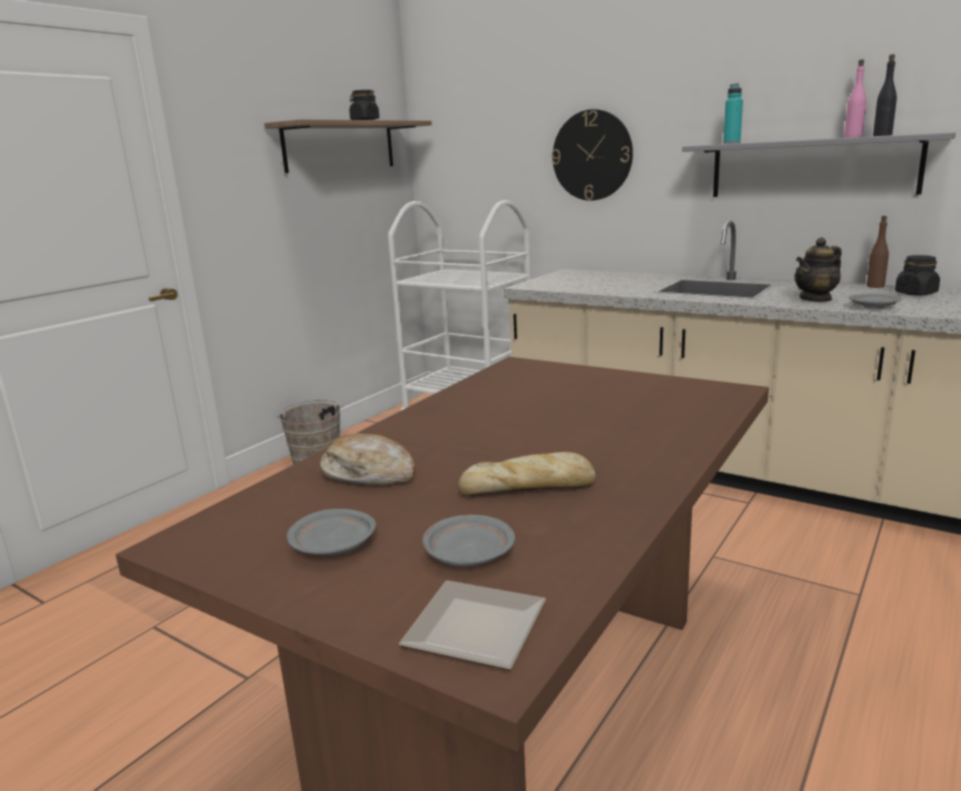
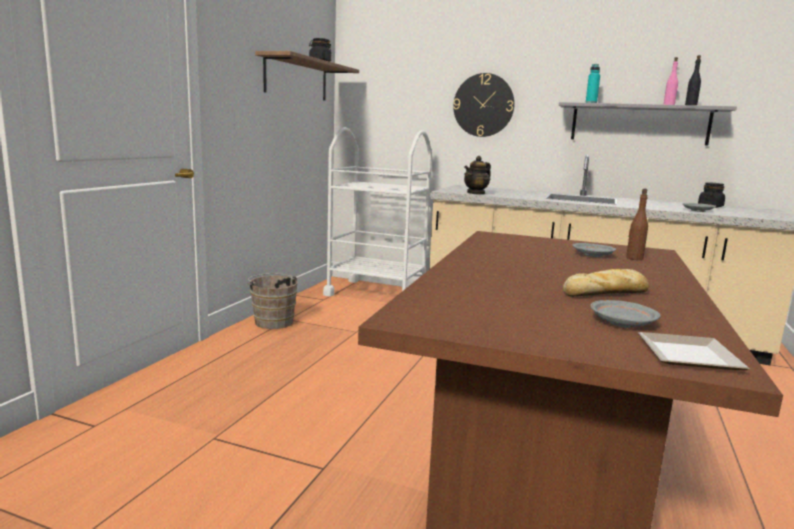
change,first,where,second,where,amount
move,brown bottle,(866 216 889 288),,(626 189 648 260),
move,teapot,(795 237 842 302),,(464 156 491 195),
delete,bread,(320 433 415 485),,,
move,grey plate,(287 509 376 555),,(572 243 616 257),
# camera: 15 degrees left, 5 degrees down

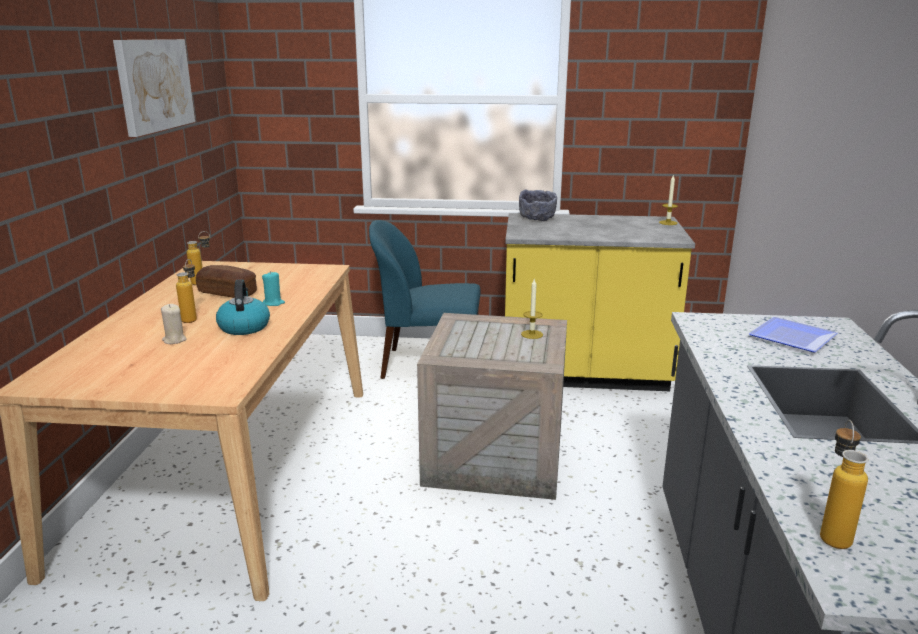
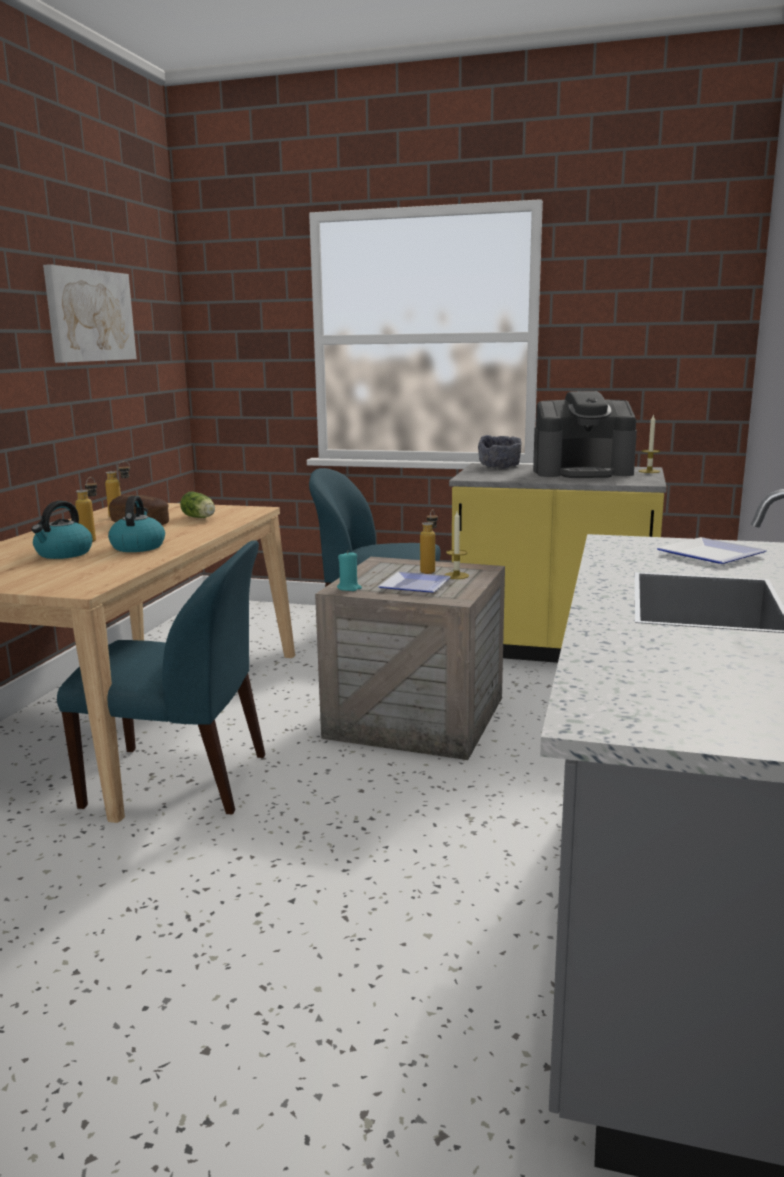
change,first,where,second,where,amount
move,turquoise candle,(262 271 285 306),,(337 552 362 591),
replace,beige candle,(161 304 187 344),kettle,(31 501 93 559),
move,bottle,(820 420 869 549),,(420 509 438 574),
insert,,,coffee machine,(533 391 637 478),
insert,,,lettuce,(180 491 215 518),
insert,,,blue chair,(57 540 265 814),
insert,,,plate,(378 572 451 593),
# camera: 10 degrees right, 5 degrees down

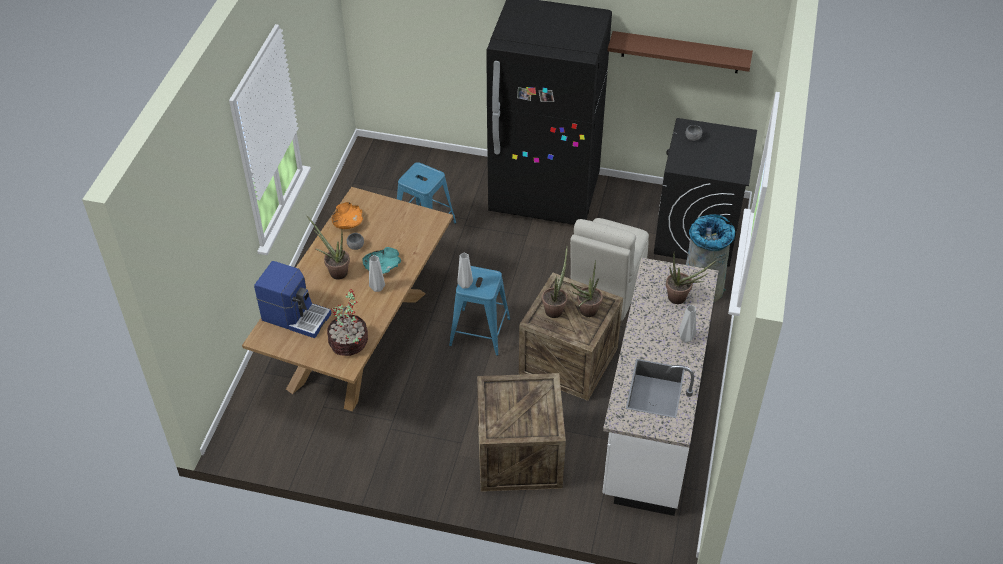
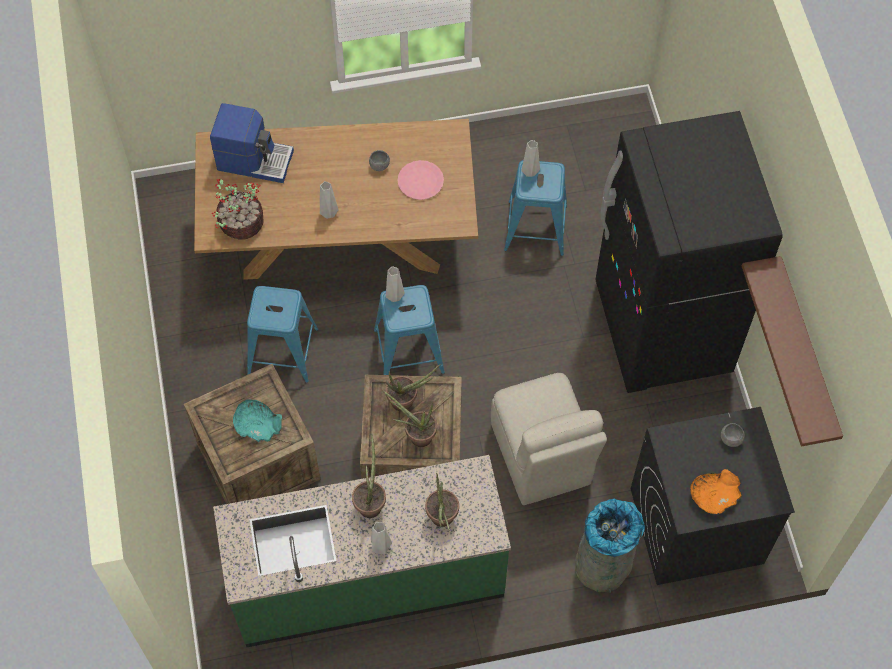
change,first,where,second,where,amount
move,orange bowl,(332 202 363 229),,(690 469 742 514),
move,potted plant,(306 215 350 280),,(352 434 386 518),
rotate,beige chair,(570 218 649 321),,(491 373 607 505),105 degrees counterclockwise
move,turquoise bowl,(362 247 401 274),,(233 399 282 442),
recolor,white counter,(602 258 718 516),green counter,(213 455 511 647),
rotate,coffee machine,(254 261 331 338),,(210 103 294 183),75 degrees counterclockwise
insert,,,grey vase,(522 140 540 177),
insert,,,pink plate,(397 160 444 200),
insert,,,blue stool,(247 286 318 383),
# camera: 65 degrees right, 15 degrees up

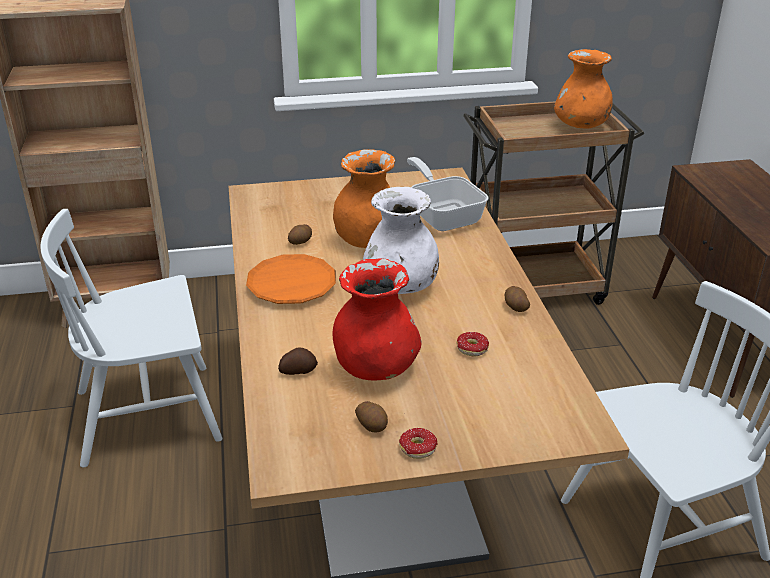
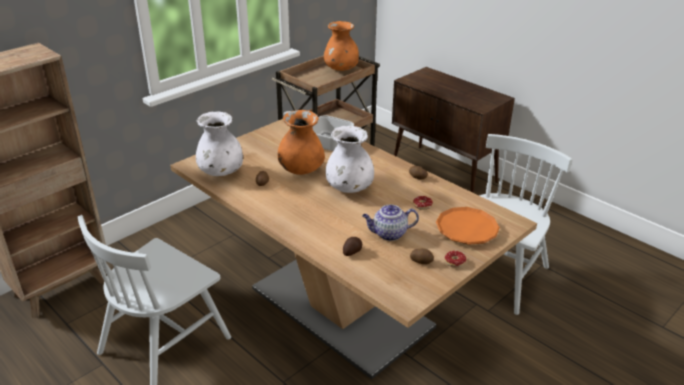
change,first,where,second,where,amount
move,orange plate,(246 254 336 304),,(436 207 500 245),
replace,red vase,(332 259 421 380),teapot,(362 205 419 241),
insert,,,white vase,(196 112 243 176),
# camera: 35 degrees left, 0 degrees up

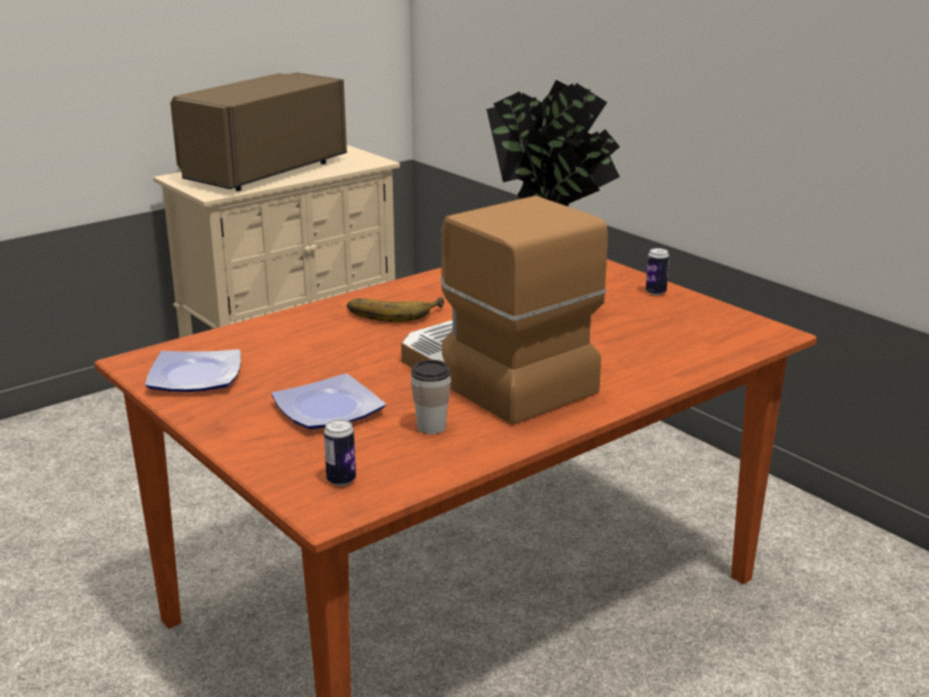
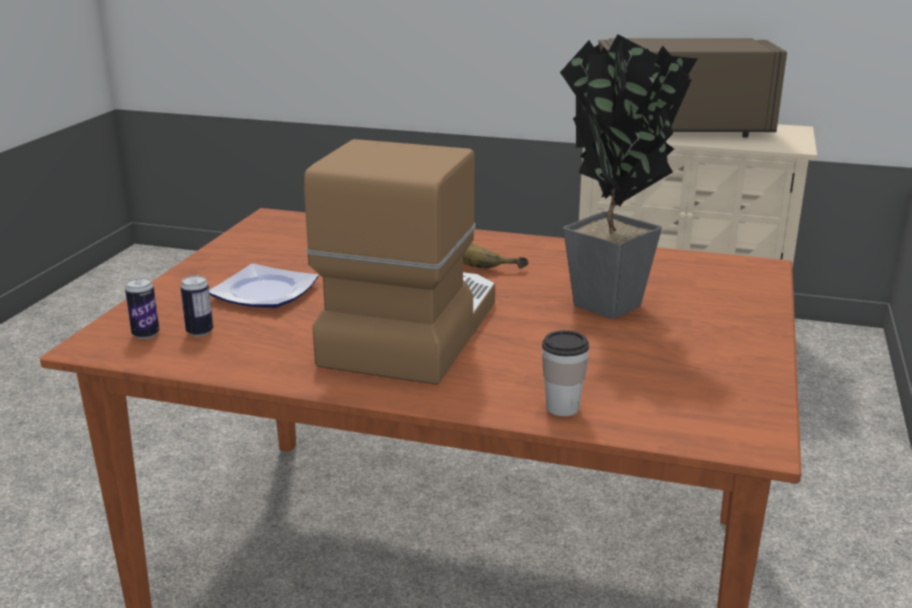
change,first,where,second,where,amount
move,can,(646 248 669 295),,(180 276 213 336),
delete,plate,(145 349 241 392),,,
move,cup,(411 360 451 434),,(542 330 589 416),
# camera: 55 degrees right, 0 degrees up

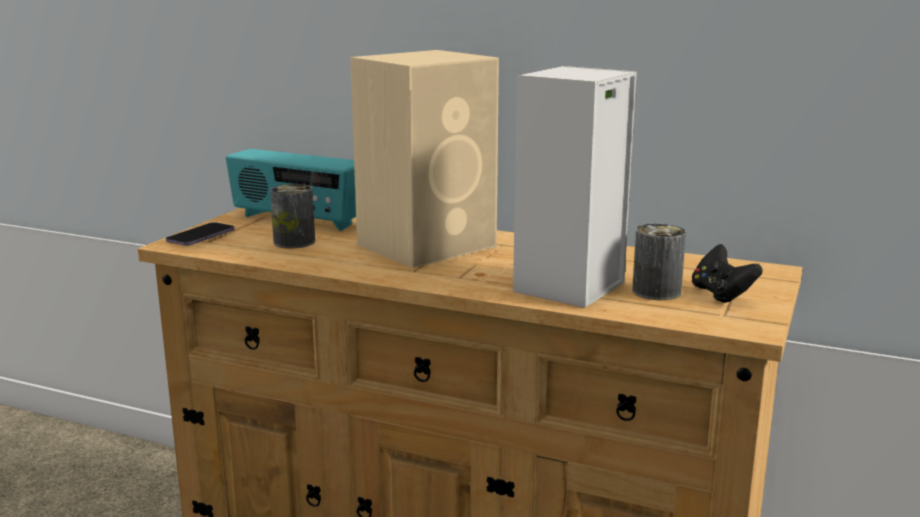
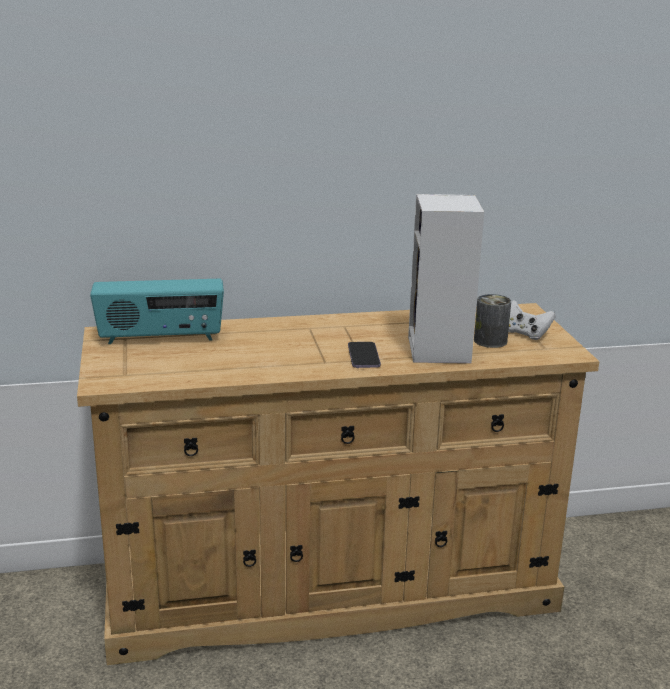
change,first,where,second,where,amount
delete,beige speaker,(350 50 499 268),,,
delete,can,(270 184 315 249),,,
move,phone,(166 222 234 246),,(348 342 381 368),
recolor,black game controller,(692 244 762 303),white game controller,(508 300 556 340),
# camera: 35 degrees left, 5 degrees up

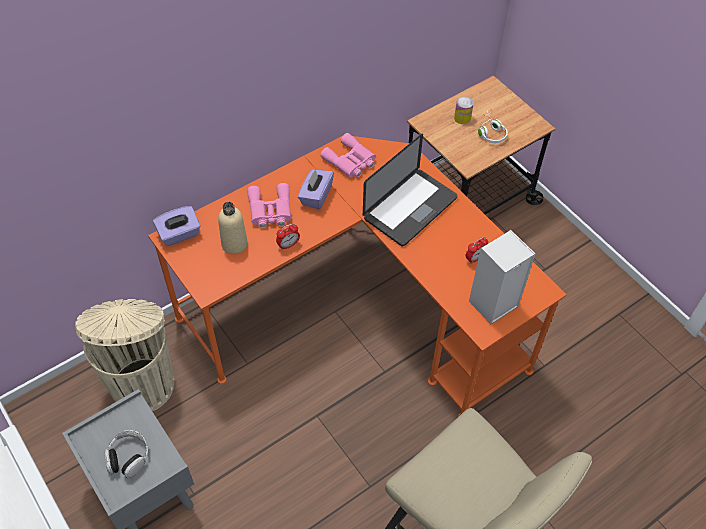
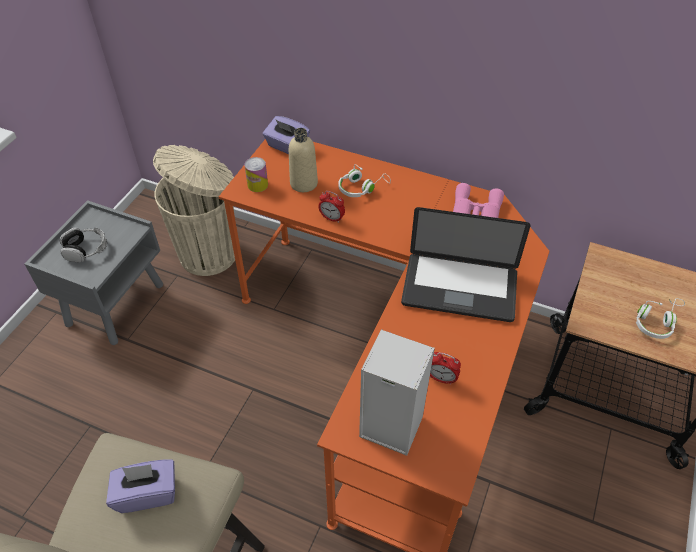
change,first,where,second,where,amount
move,can,(454 96 474 124),,(244 157 268 192),
move,purple tissue box,(298 169 334 209),,(106 459 175 513),
replace,pink binoculars,(247 183 291 228),white headphones,(338 164 391 197),
# camera: 60 degrees right, 5 degrees down

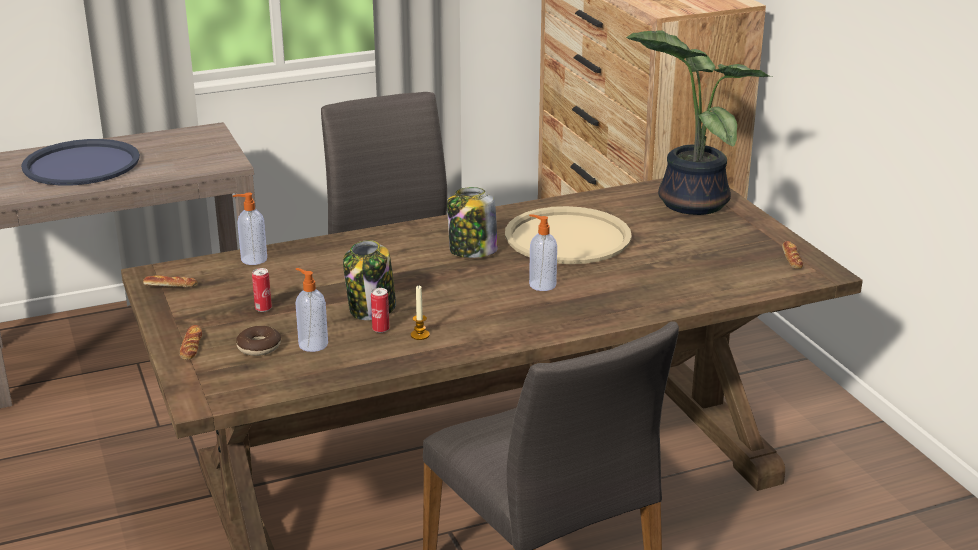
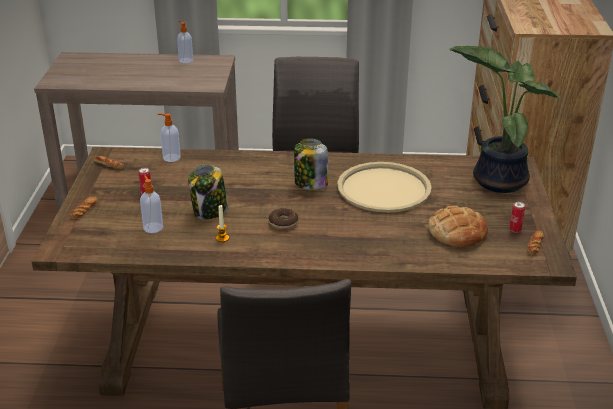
change,first,where,second,where,amount
delete,blue tray,(21 139 140 186),,,
move,soap dispenser,(529 214 557 291),,(177 21 193 63),
move,can,(371 288 389 333),,(510 202 525 233),
move,donut,(236 326 281 356),,(269 208 298 229),
insert,,,bread,(428 206 488 248),
# camera: 25 degrees right, 5 degrees up

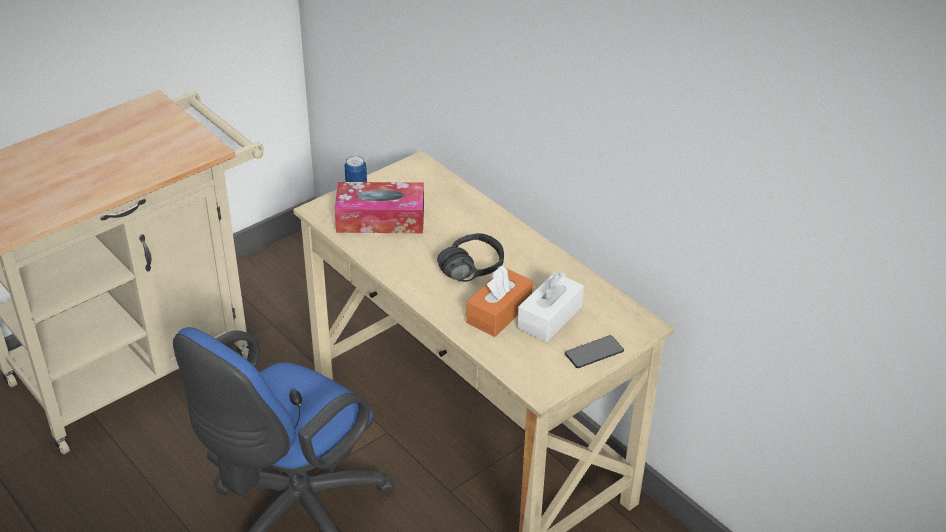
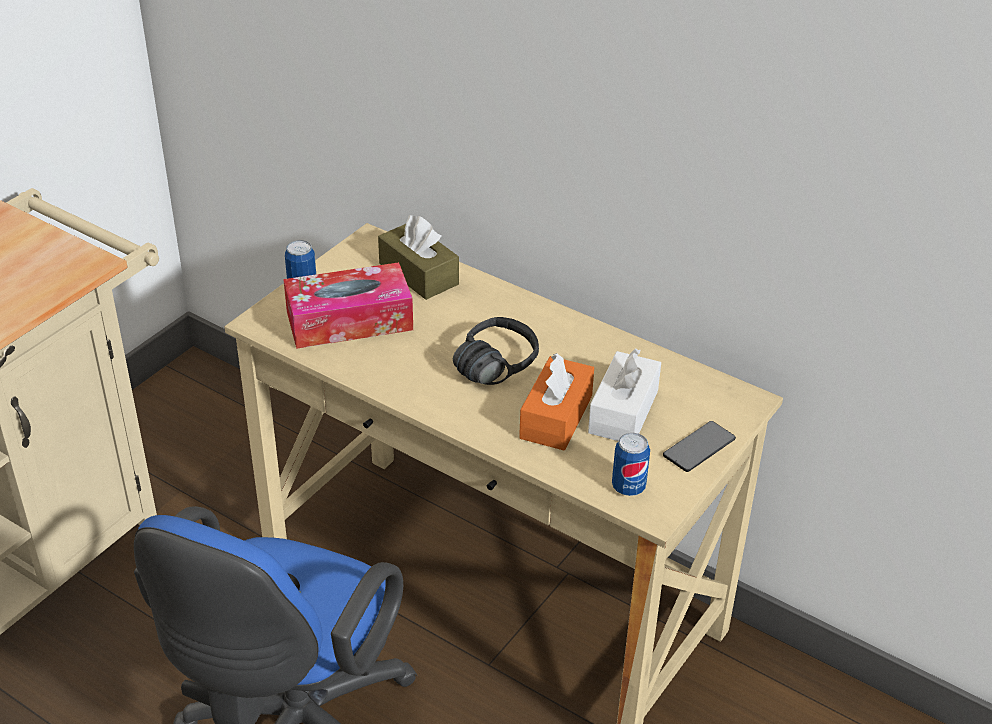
change,first,where,second,where,amount
insert,,,brown tissue box,(378 215 459 300),
insert,,,can,(612 433 650 496),
# camera: 15 degrees left, 0 degrees up

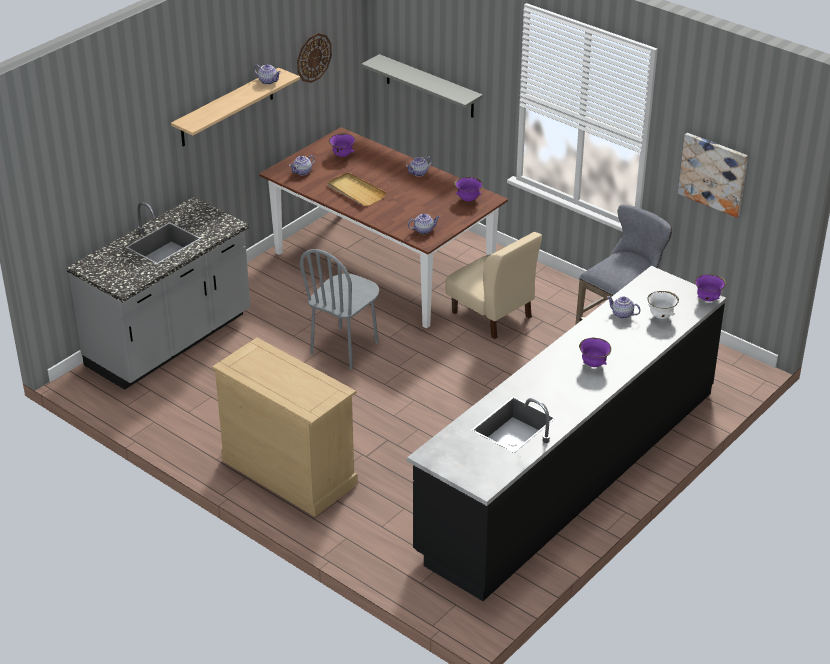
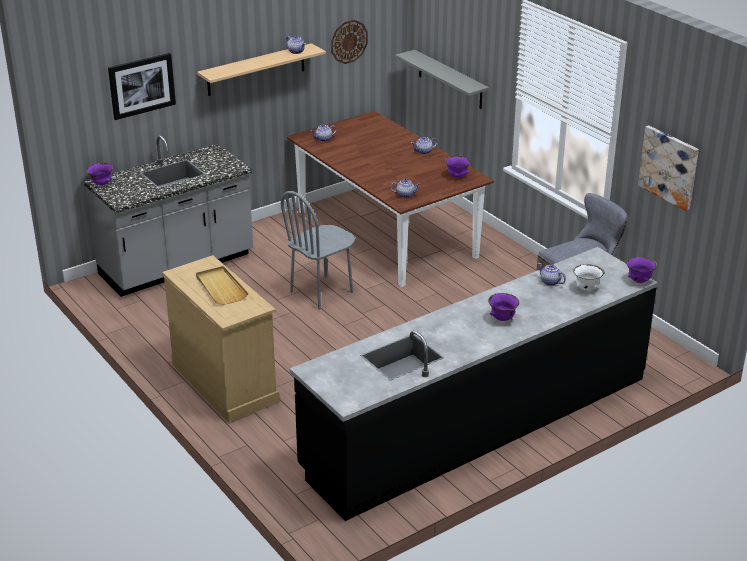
change,first,where,second,where,amount
move,purple bowl,(329 133 355 157),,(86 162 113 185),
move,beige tray,(327 172 387 206),,(196 266 249 305),
delete,beige chair,(445 232 542 339),,,
insert,,,picture,(108 53 176 120),
# camera: 15 degrees right, 5 degrees down

